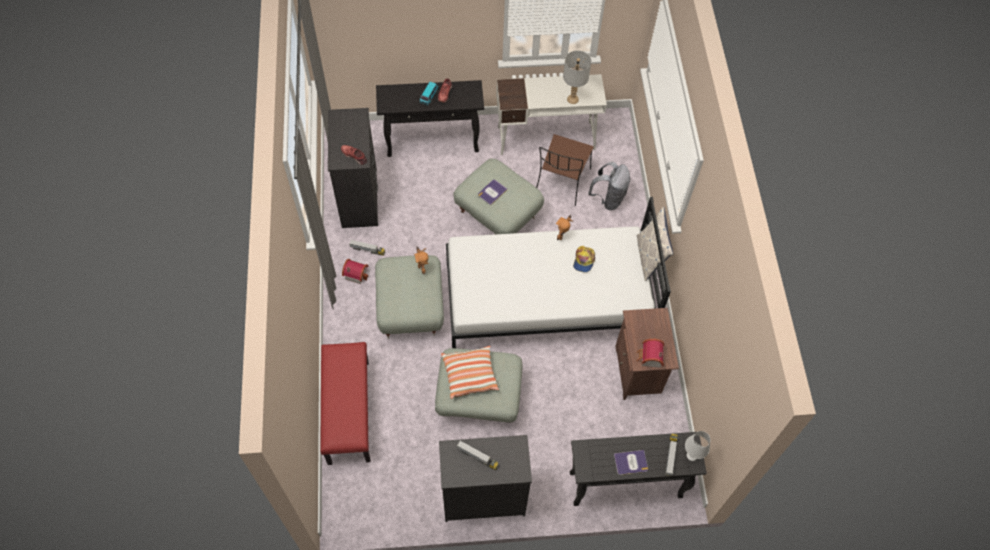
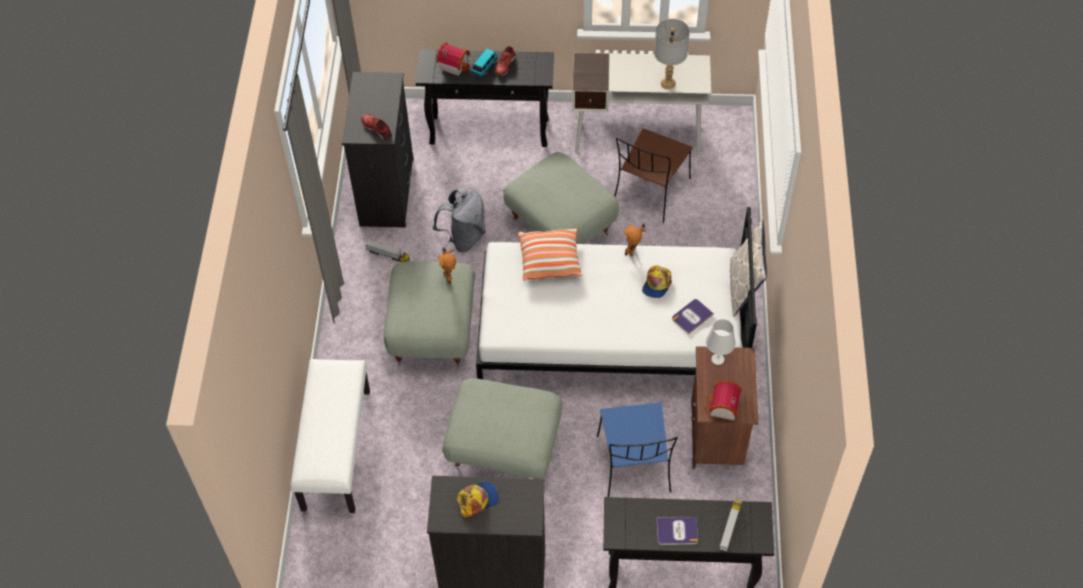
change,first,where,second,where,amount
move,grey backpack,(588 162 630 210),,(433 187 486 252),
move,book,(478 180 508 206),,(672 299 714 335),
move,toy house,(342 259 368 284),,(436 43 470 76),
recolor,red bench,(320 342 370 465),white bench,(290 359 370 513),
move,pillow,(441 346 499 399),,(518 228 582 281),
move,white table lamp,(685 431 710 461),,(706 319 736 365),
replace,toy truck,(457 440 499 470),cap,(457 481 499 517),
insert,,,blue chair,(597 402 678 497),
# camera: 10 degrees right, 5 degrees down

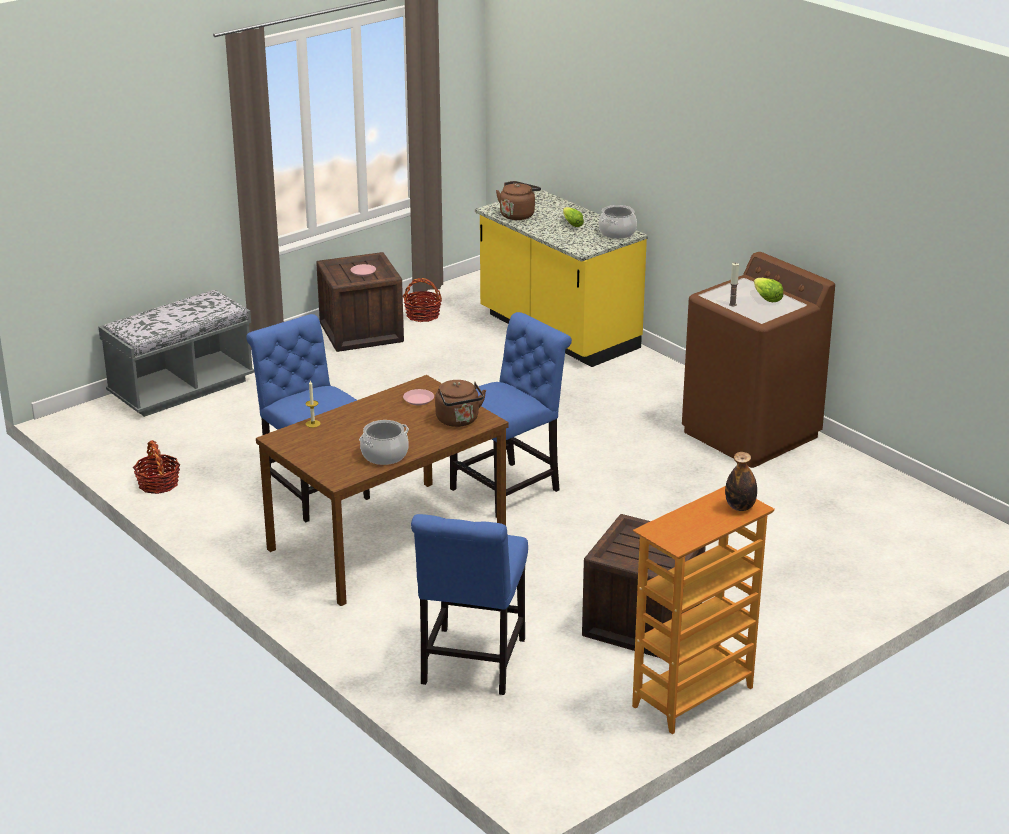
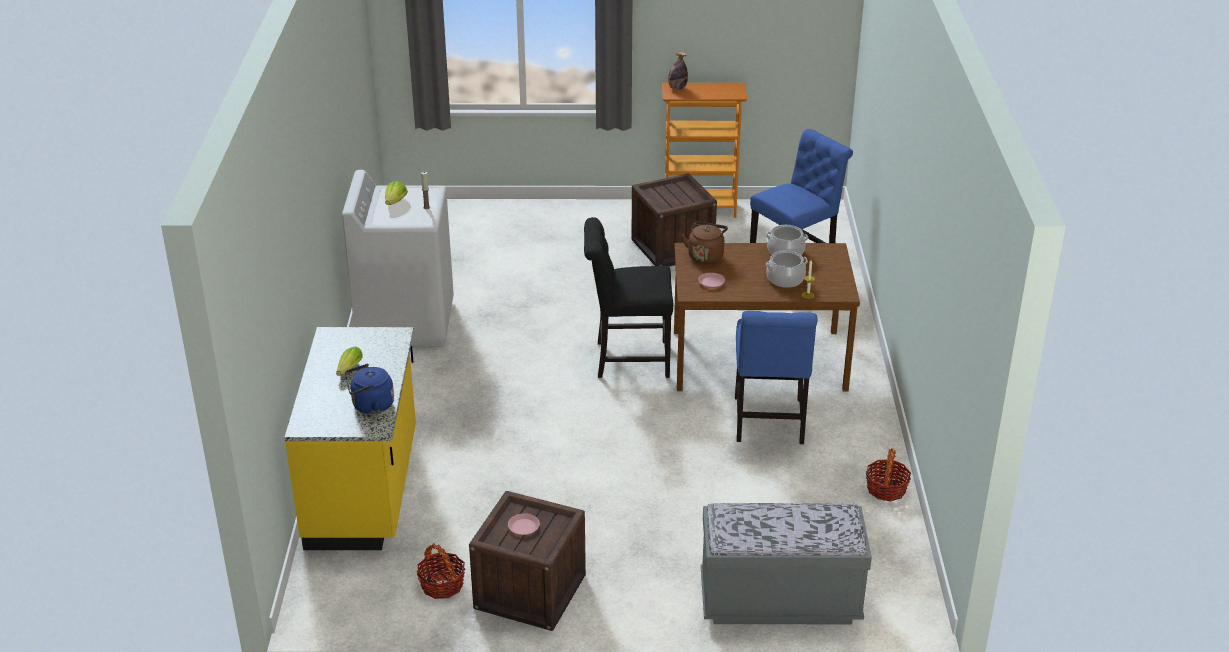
change,first,where,second,where,amount
recolor,brown kettle,(496 181 541 220),blue kettle,(345 364 394 414),
move,cooking pot,(598 205 637 239),,(765 250 808 288),
recolor,brown washing machine,(682 252 835 468),white washing machine,(342 170 454 346),
recolor,blue chair,(450 312 572 518),black chair,(584 217 673 378),
# camera: 140 degrees left, 5 degrees up

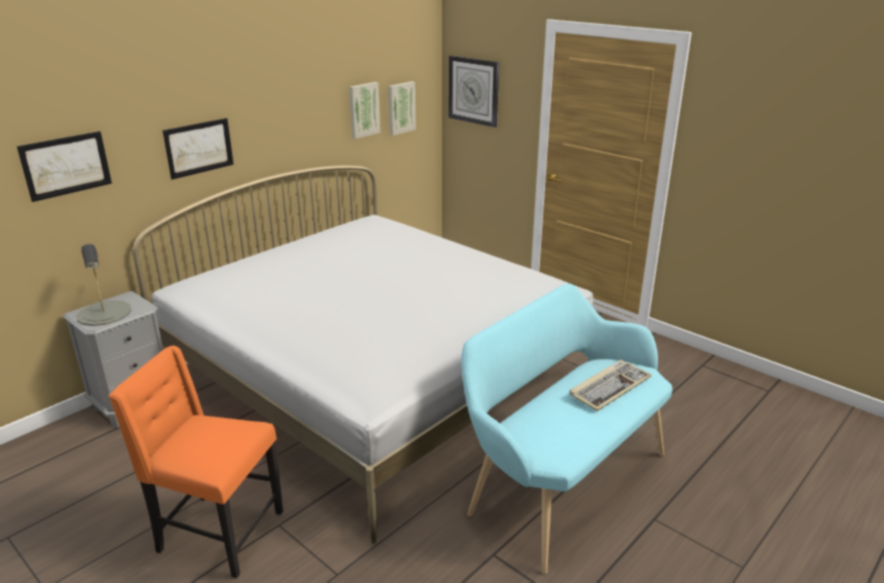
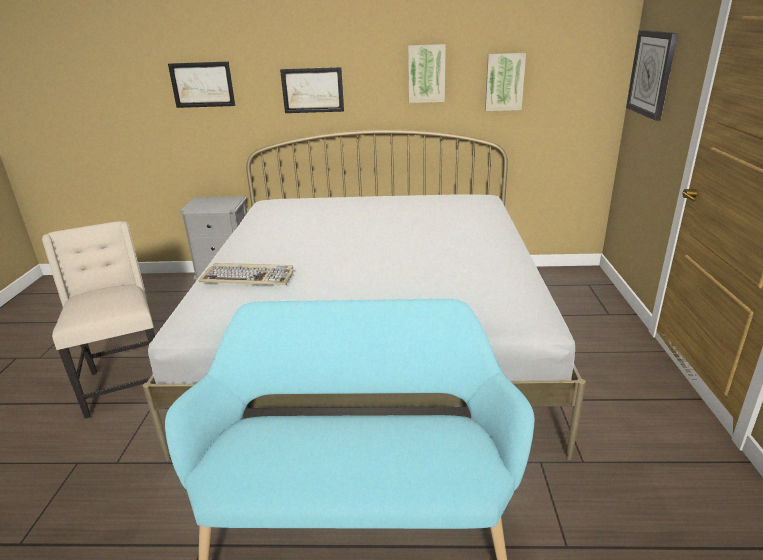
change,first,where,second,where,amount
move,picture,(388 82 416 136),,(408 44 446 103),
delete,grey table lamp,(76 244 131 326),,,
recolor,orange chair,(108 346 283 578),beige chair,(42 221 155 418),
move,keyboard,(569 360 651 411),,(199 263 294 285),
# camera: 50 degrees right, 0 degrees up

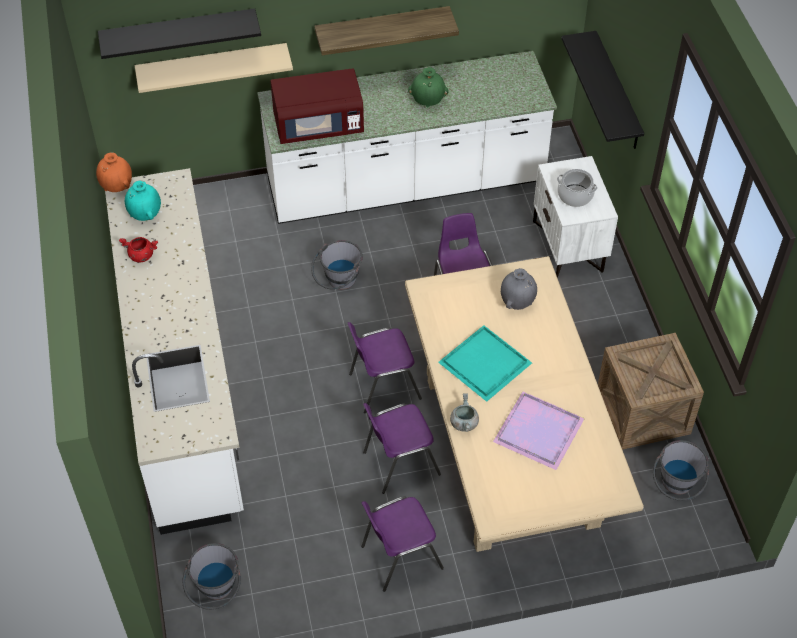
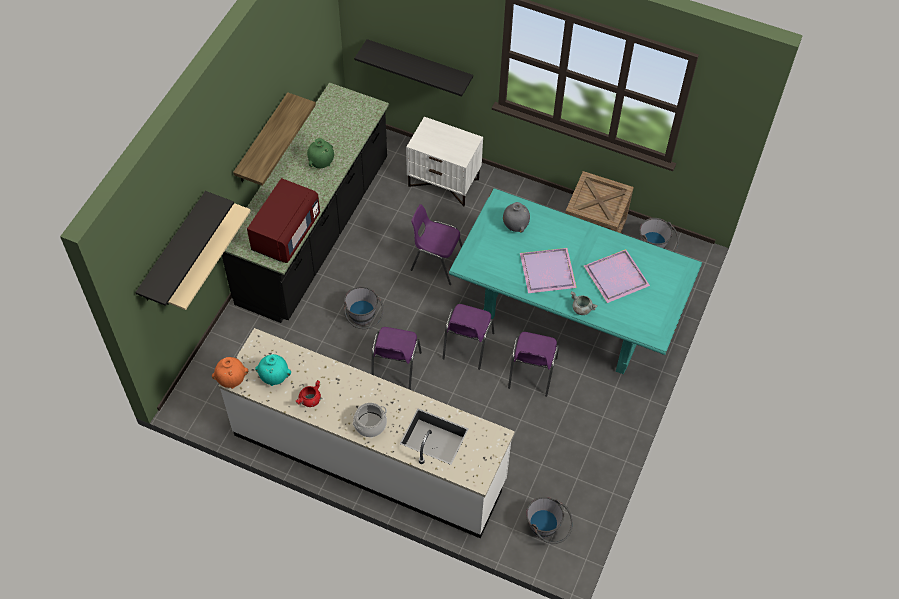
change,first,where,second,where,amount
recolor,white counter,(257 51 557 224),black counter,(222 82 389 323),
move,cooking pot,(557 169 597 207),,(353 403 387 437),
recolor,beige dining table,(405 256 644 552),turquoise dining table,(449 188 702 374),
recolor,turquoise tray,(438 325 532 402),purple tray,(520 248 577 293),
move,purple chair,(361 496 444 592),,(372 327 422 390),
# camera: 55 degrees left, 5 degrees up

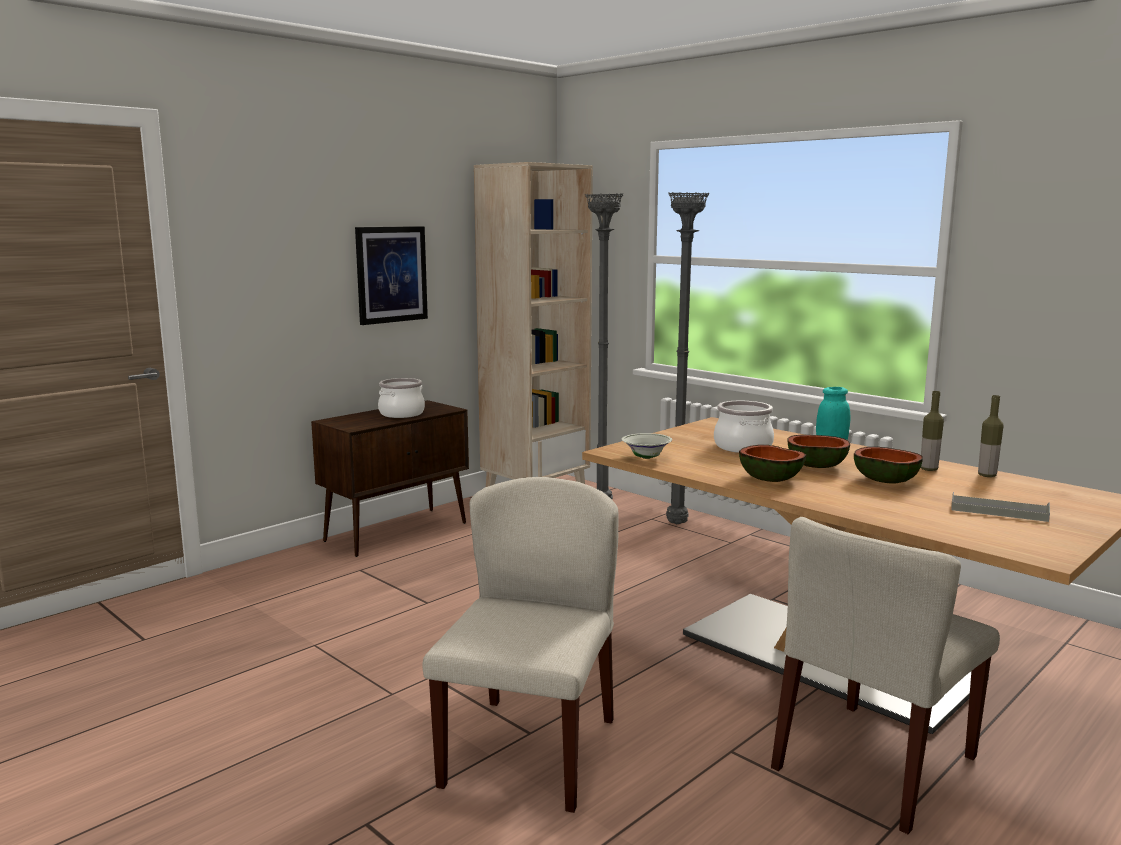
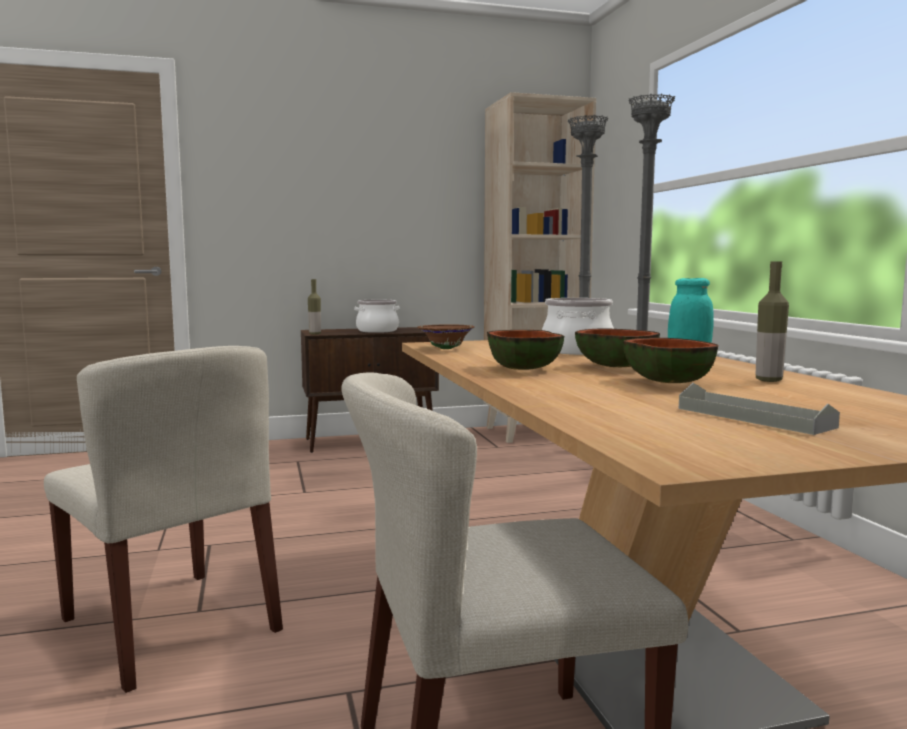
change,first,where,second,where,amount
delete,picture,(355 226 428 325),,,
move,bottle,(978 395 1004 477),,(308 279 321 335),
recolor,white bowl,(622 433 672 459),brown bowl,(418 324 475 349),
rotate,beige chair,(422 477 618 813),,(44 346 283 693),90 degrees clockwise
# camera: 30 degrees right, 5 degrees down

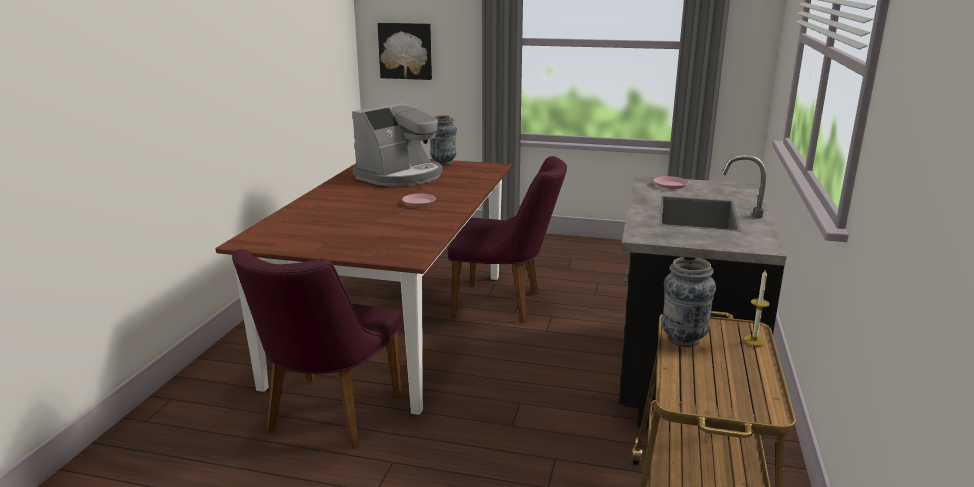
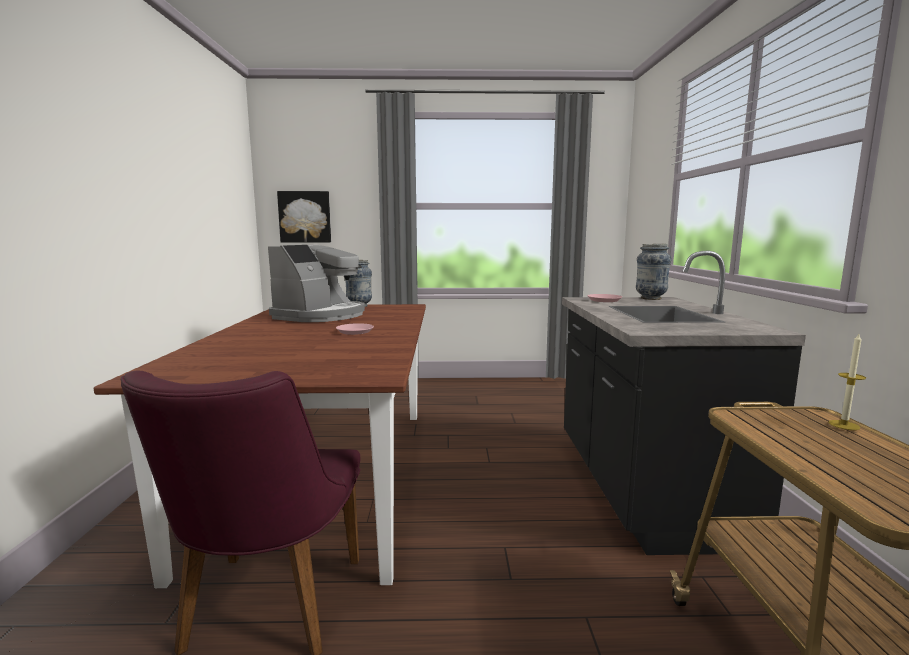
change,first,where,second,where,amount
delete,purple chair,(448 156 567 323),,,
move,vase,(661 257 716 347),,(636 244 672 300),
# camera: 15 degrees left, 10 degrees down

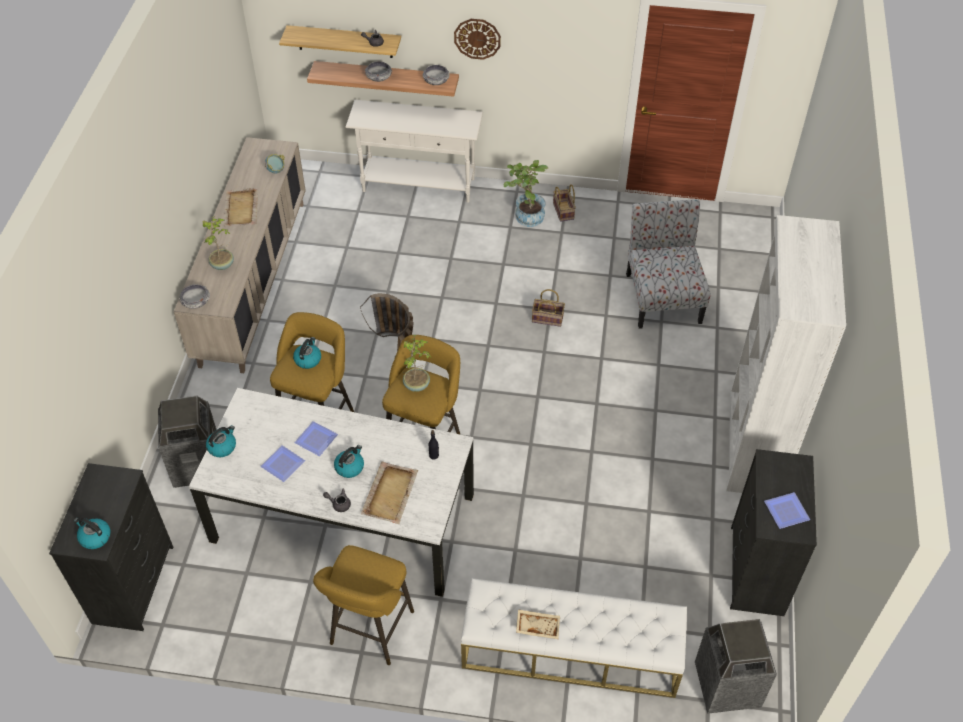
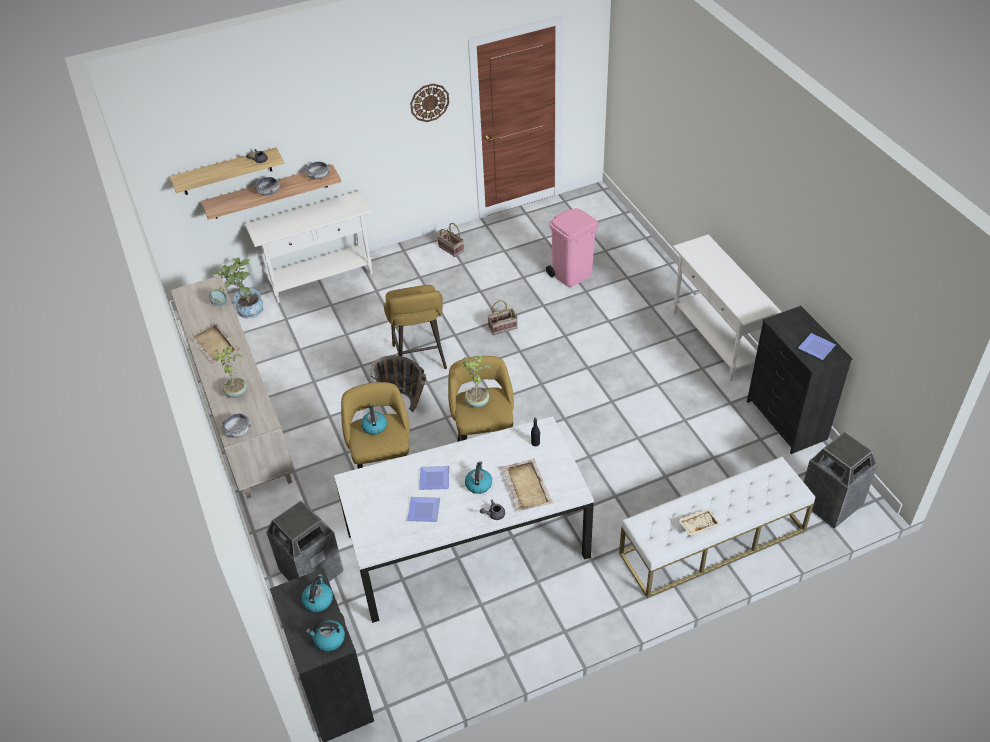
change,first,where,second,where,amount
move,wall clock,(454 19 501 60),,(410 83 449 122),
move,potted plant,(504 160 548 227),,(213 257 263 319),
replace,chair,(626 199 710 329),pink trash can,(546 208 599 287),
replace,white bookcase,(726 215 846 493),white console table,(673 235 781 381),
move,kettle,(206 425 236 457),,(301 574 333 612),
move,yellow stool,(313 545 414 665),,(384 285 447 369),
# camera: 30 degrees left, 5 degrees down

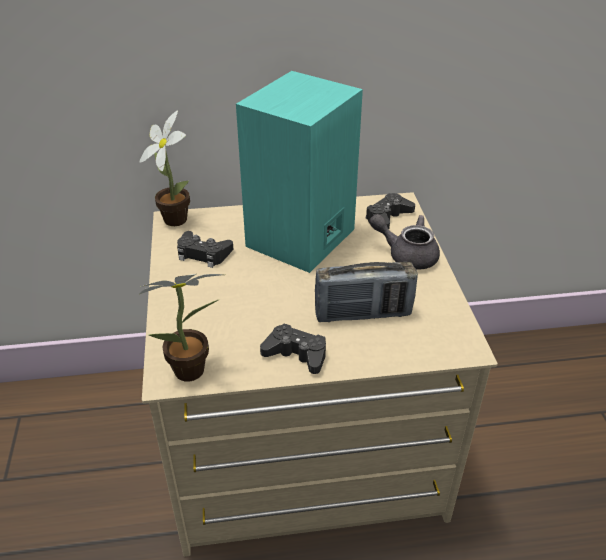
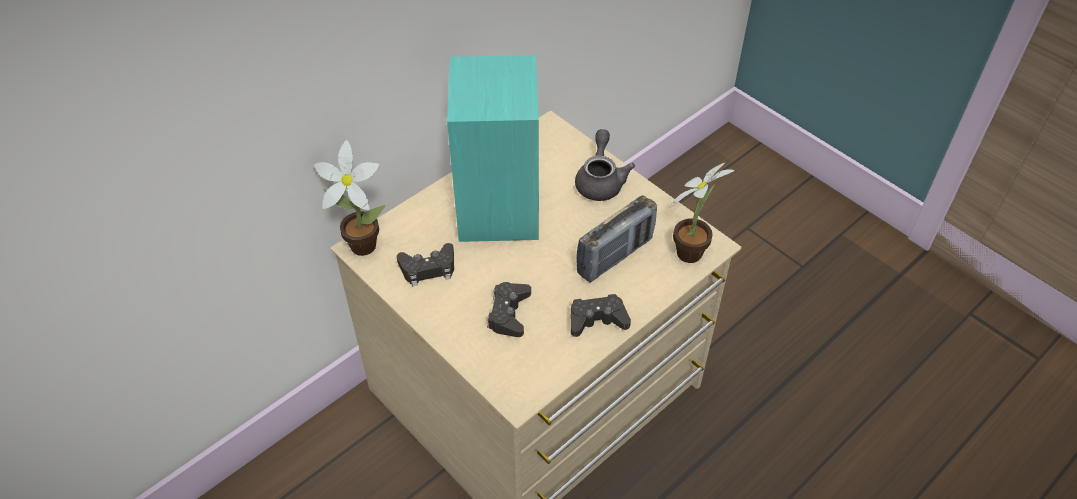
change,first,where,second,where,amount
move,black game controller,(366 193 415 229),,(487 282 531 337),
rotate,grey teapot,(369 214 440 270),,(575 129 635 201),105 degrees clockwise
move,potted plant,(139 274 224 382),,(669 163 735 263),
# camera: 35 degrees left, 10 degrees up

